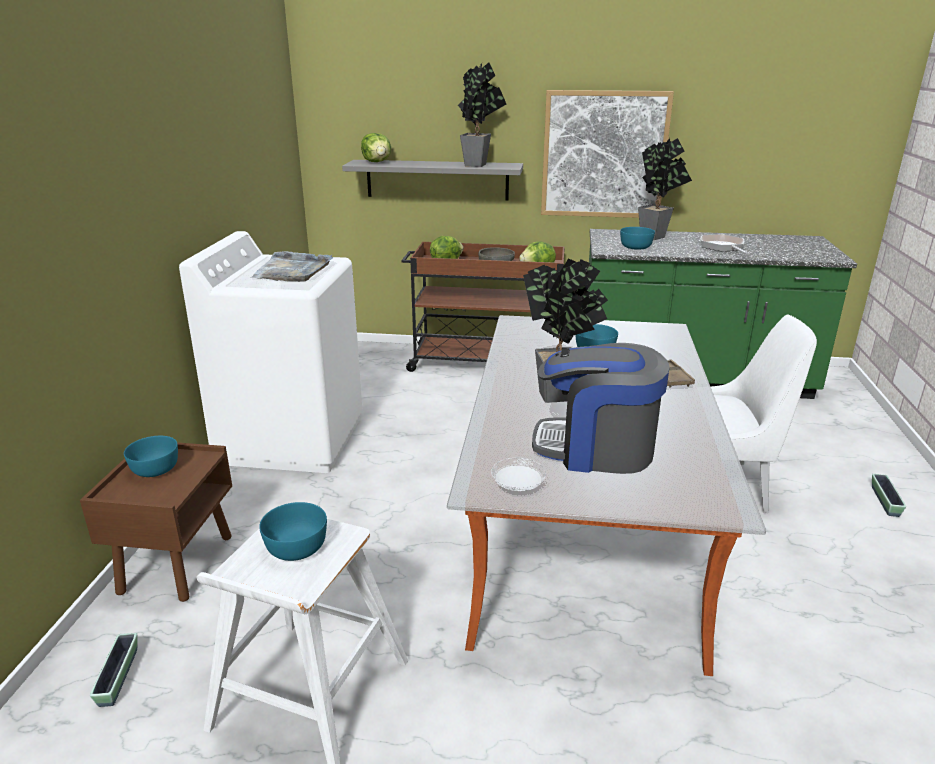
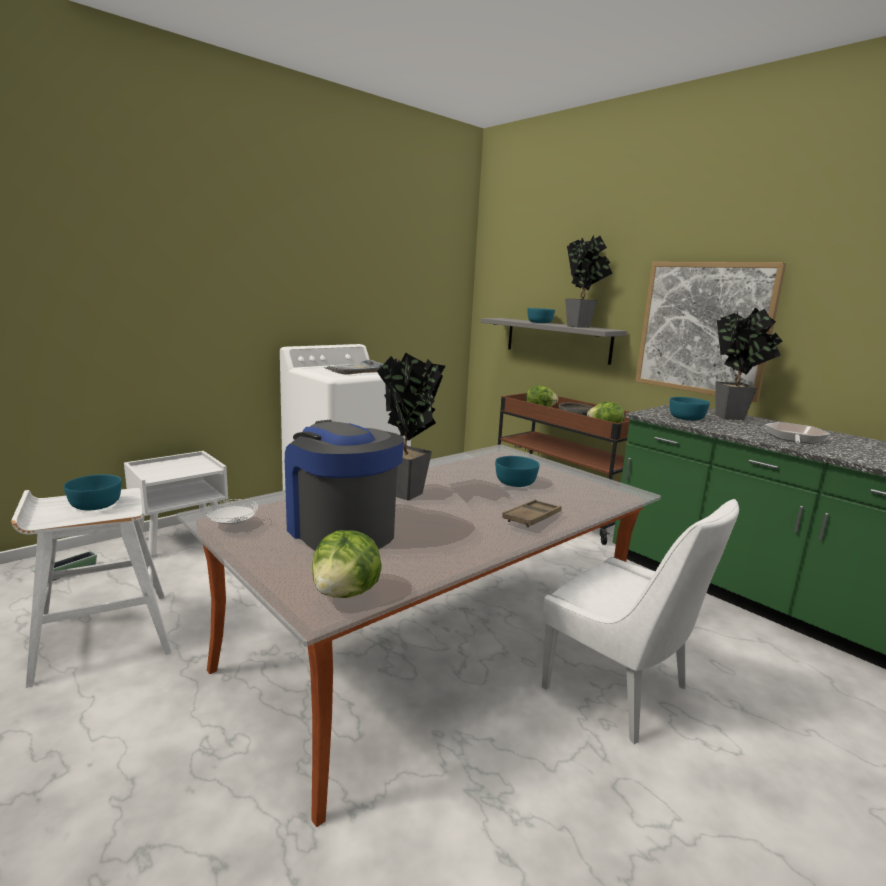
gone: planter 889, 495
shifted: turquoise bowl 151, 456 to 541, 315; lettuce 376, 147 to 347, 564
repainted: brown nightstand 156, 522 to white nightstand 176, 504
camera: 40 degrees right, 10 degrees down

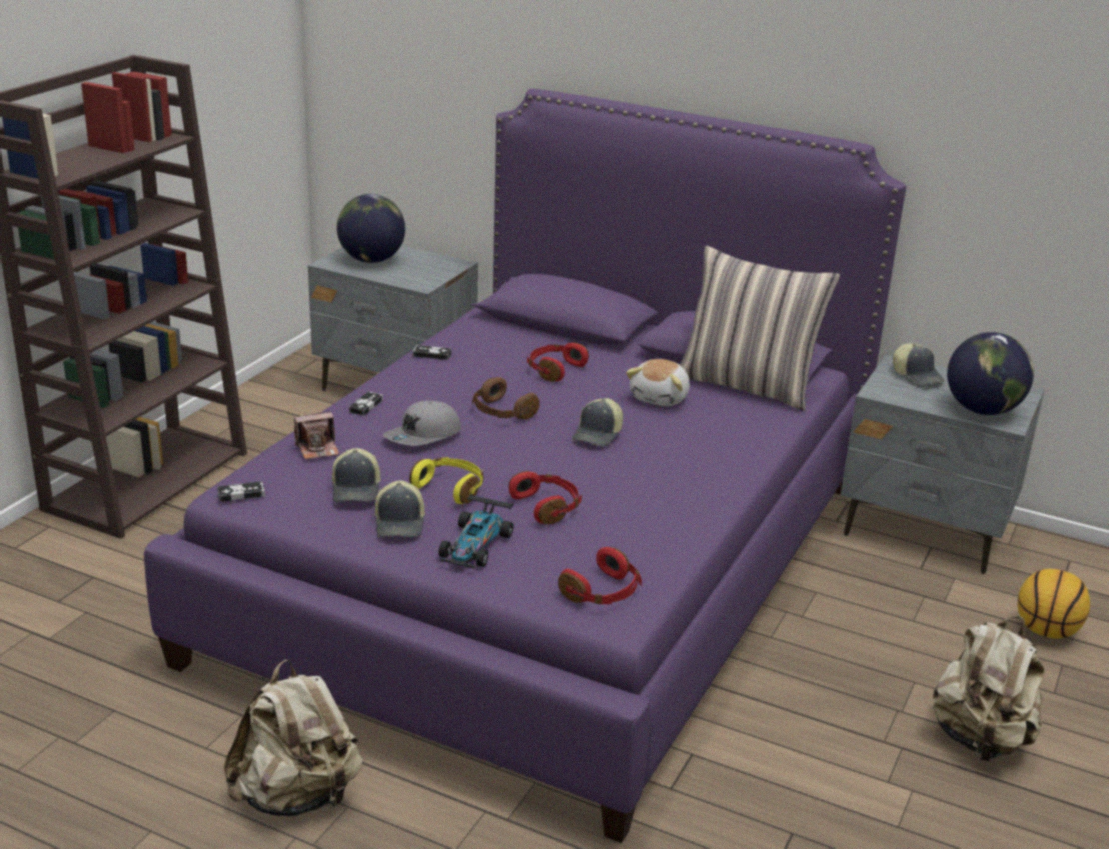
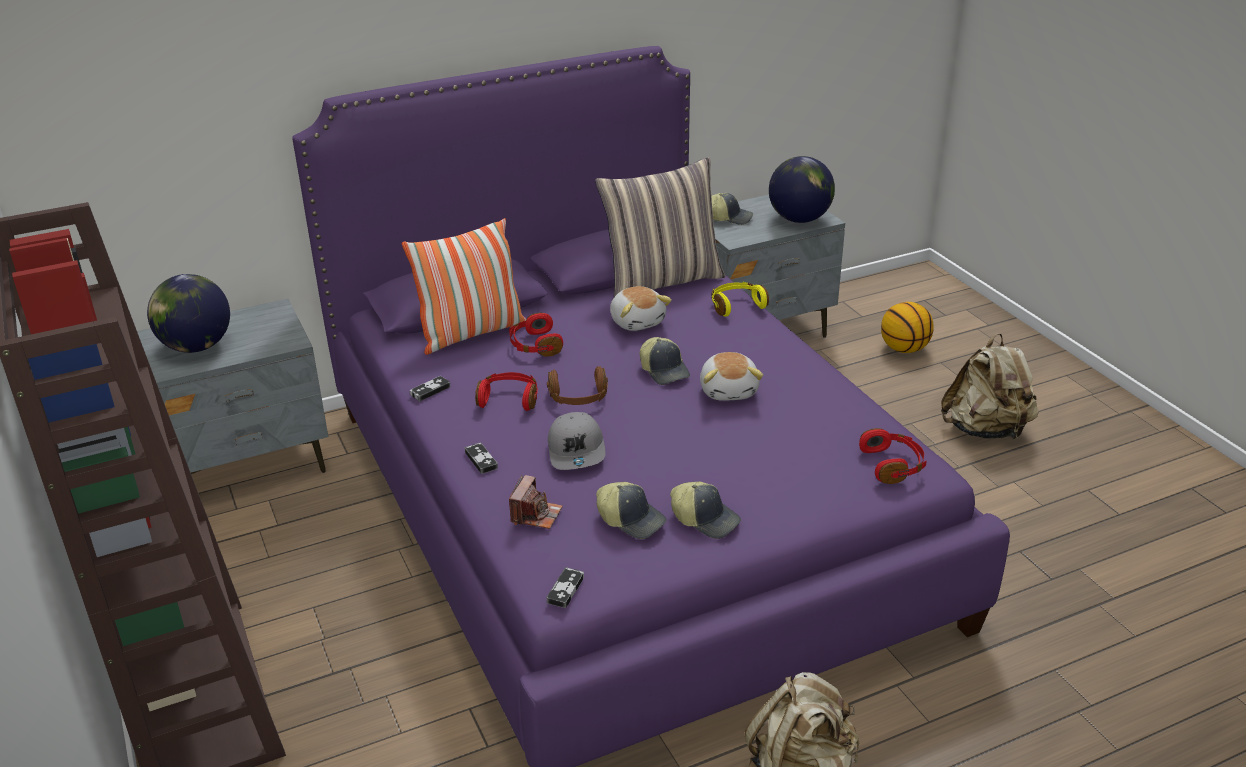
gone: toy car 476, 531
new: pillow 464, 286; plush toy 731, 376
shifted: yellow headphones 446, 480 to 740, 299; red headphones 545, 497 to 506, 391
camera: 50 degrees left, 5 degrees up

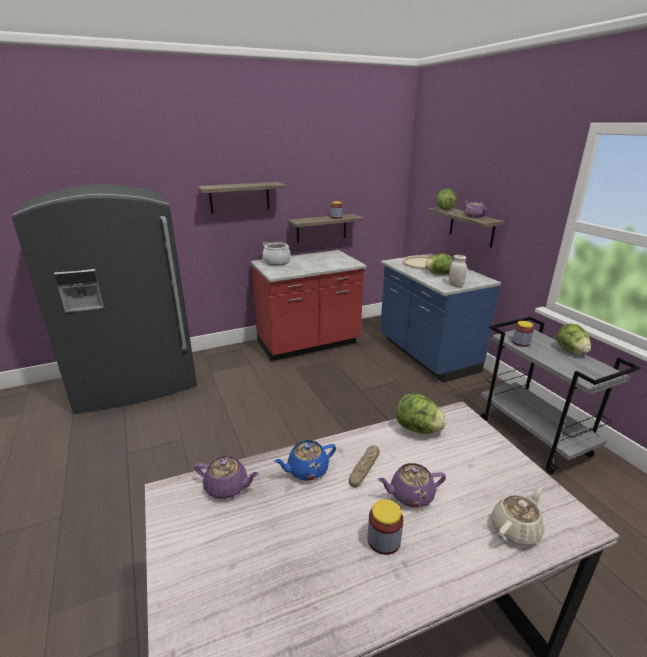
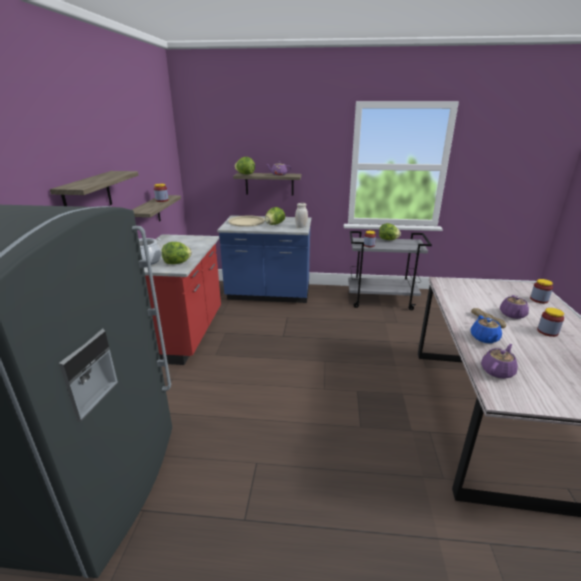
shifted: lettuce 421, 414 to 176, 253
swapped: beige teapot 518, 517 to jar 541, 291
camera: 60 degrees left, 0 degrees up

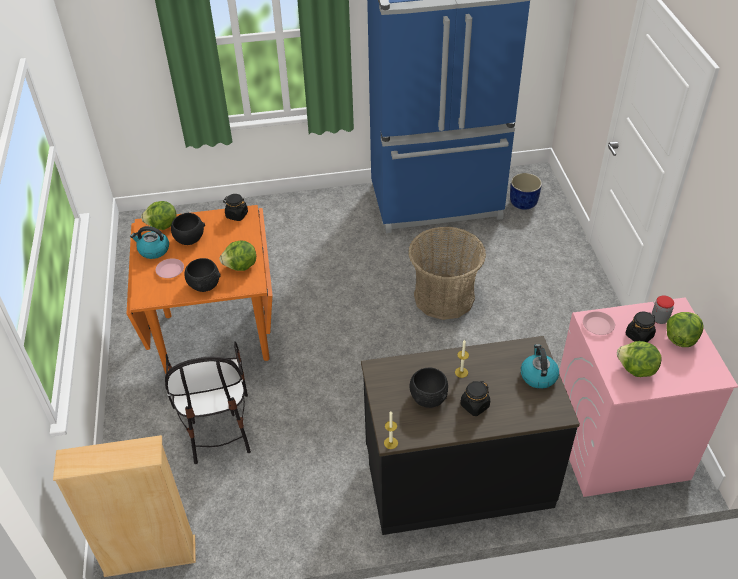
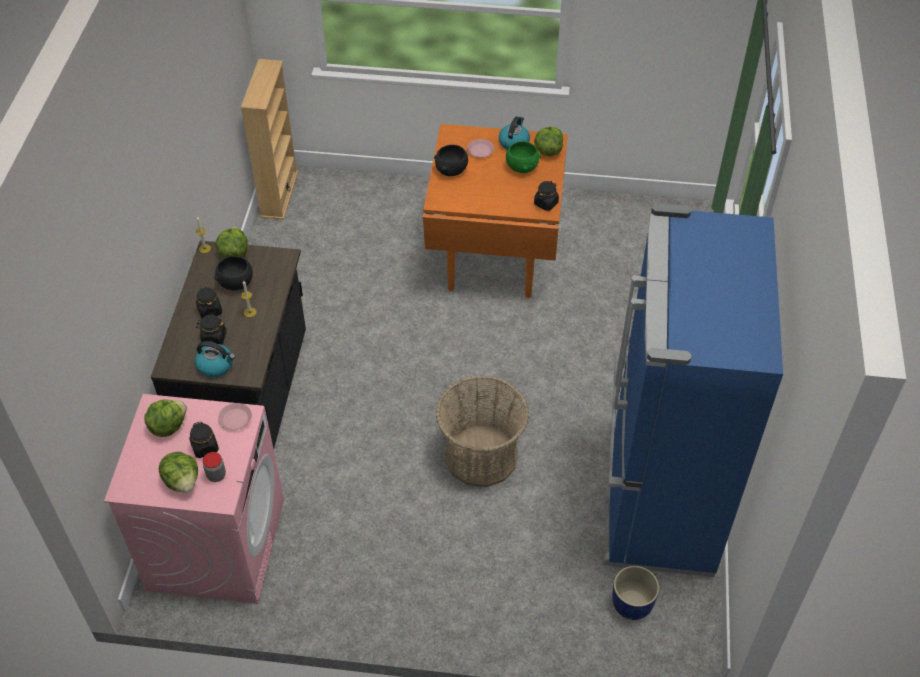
gone: chair 208, 402
new: black jar 211, 330
shifted: lettuce 238, 255 to 231, 242
repainted: black bowl 188, 229 to green bowl 523, 157
camera: 105 degrees right, 5 degrees up

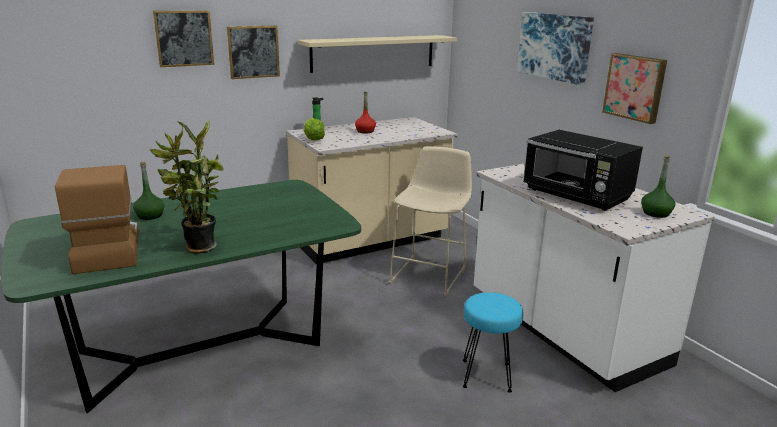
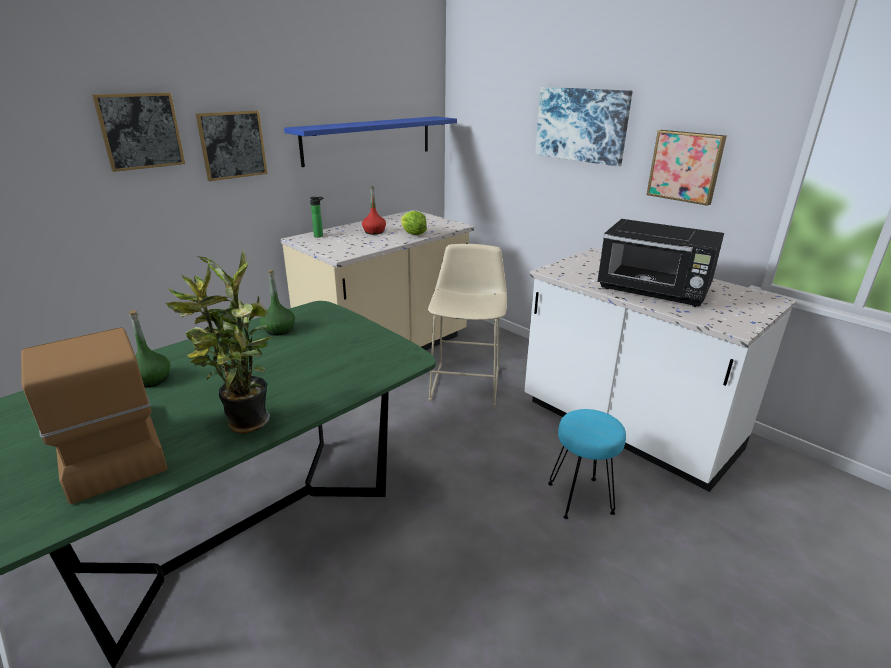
shifted: lettuce 314, 129 to 414, 223; green bottle 658, 187 to 277, 303
repainted: beige shelf 377, 54 to blue shelf 370, 141
camera: 15 degrees left, 5 degrees up

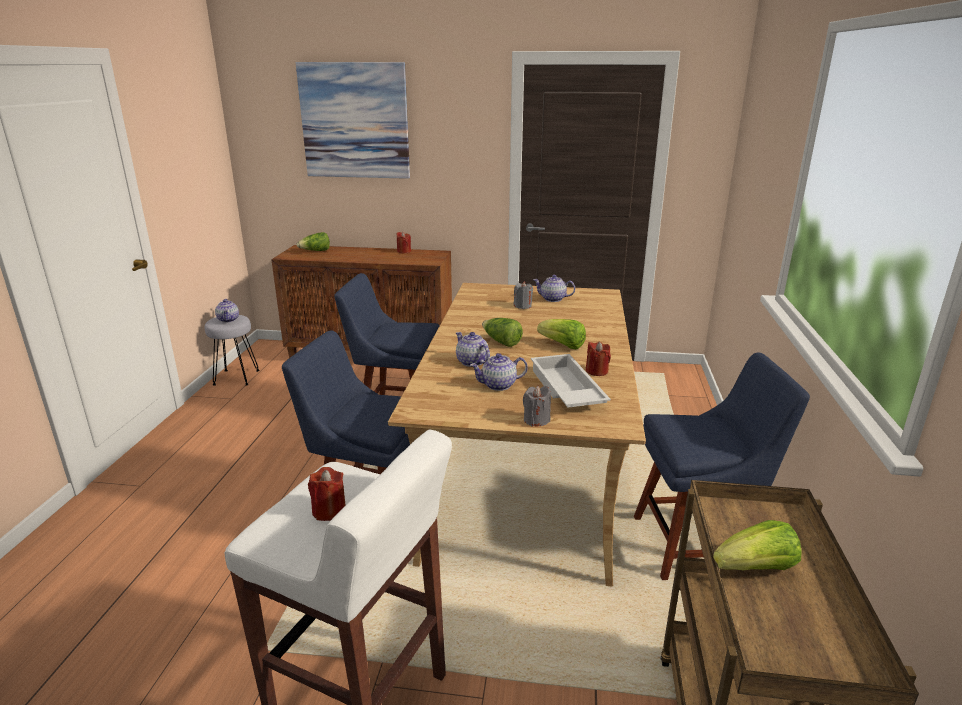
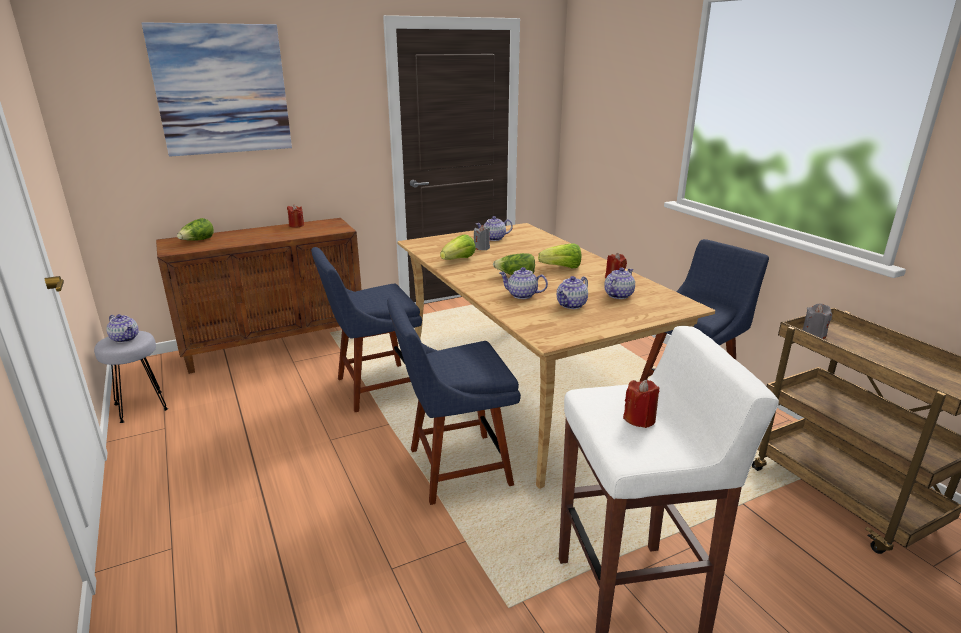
shifted: grey candle 537, 406 to 817, 321; lettuce 757, 545 to 458, 247
swapped: white tray 571, 381 to teapot 619, 283
camera: 35 degrees left, 0 degrees up

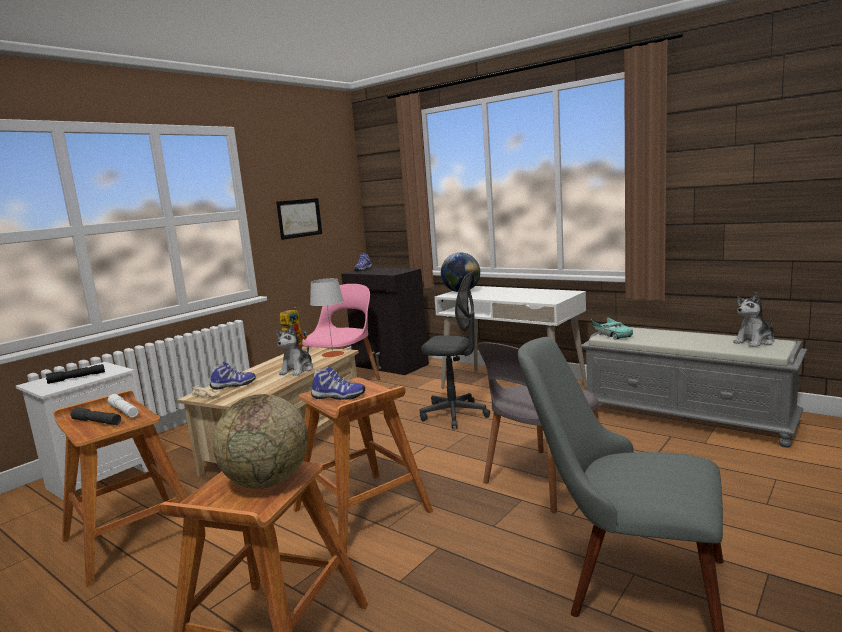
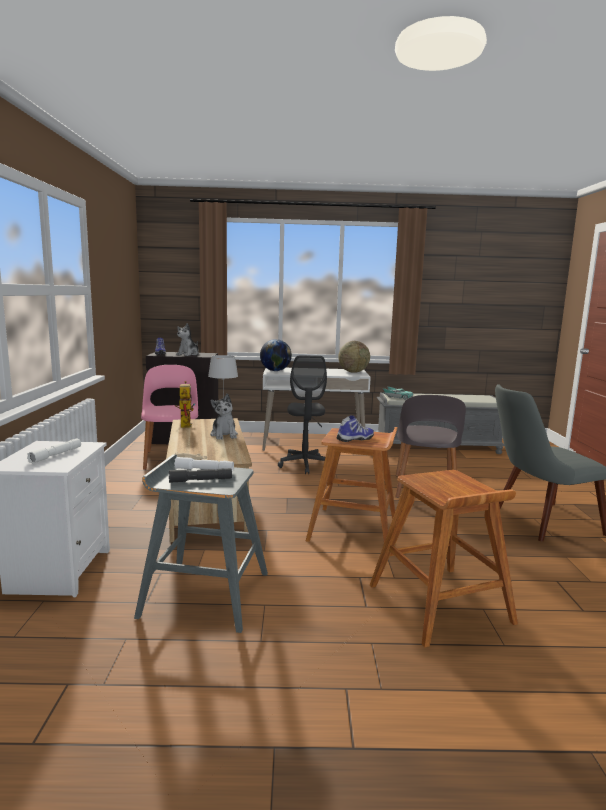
gone: shoe 232, 376; picture 299, 219
shifted: globe 260, 441 to 354, 357; plush toy 754, 319 to 187, 339
repainted: black flashlight 75, 374 to white flashlight 54, 451; brown stool 120, 488 to grey stool 201, 543
rotated: grey office chair 455, 350 = 302, 414 105 degrees clockwise
camera: 40 degrees left, 0 degrees up

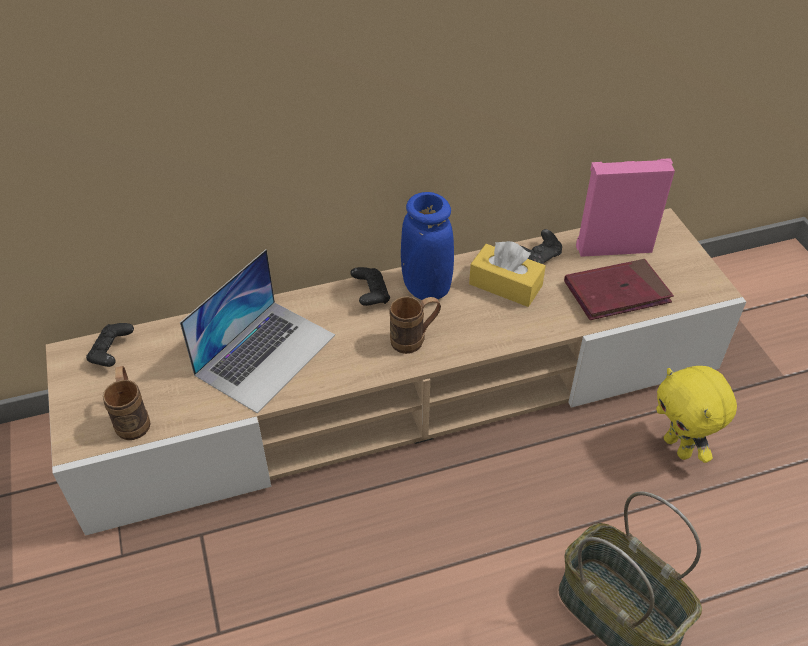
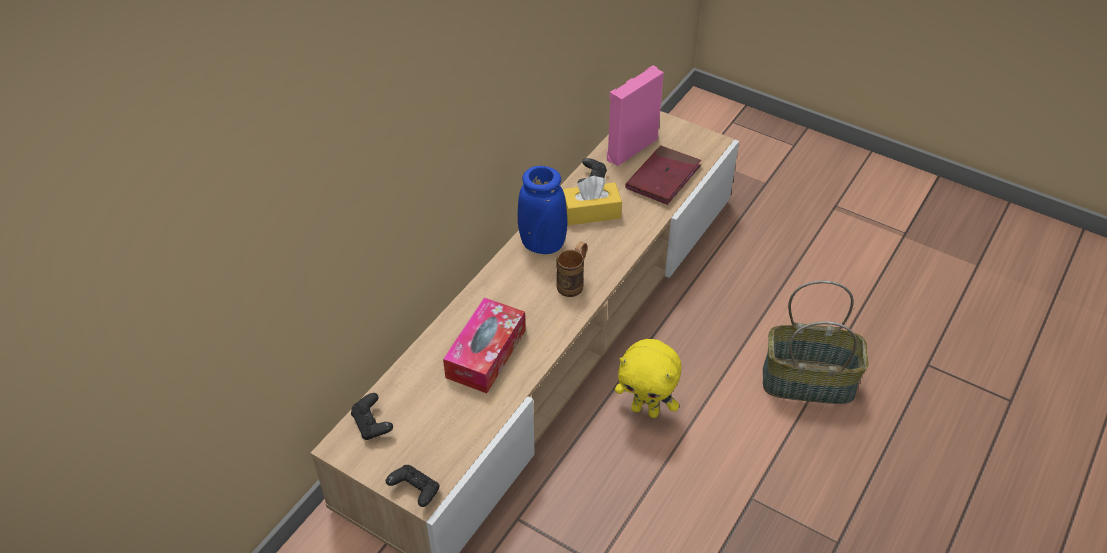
gone: brown mug 127, 403
shifted: black game controller 370, 286 to 412, 486; yellow plush toy 696, 414 to 648, 378
swapped: laptop 257, 331 to tissue box 484, 345
camera: 40 degrees left, 0 degrees up

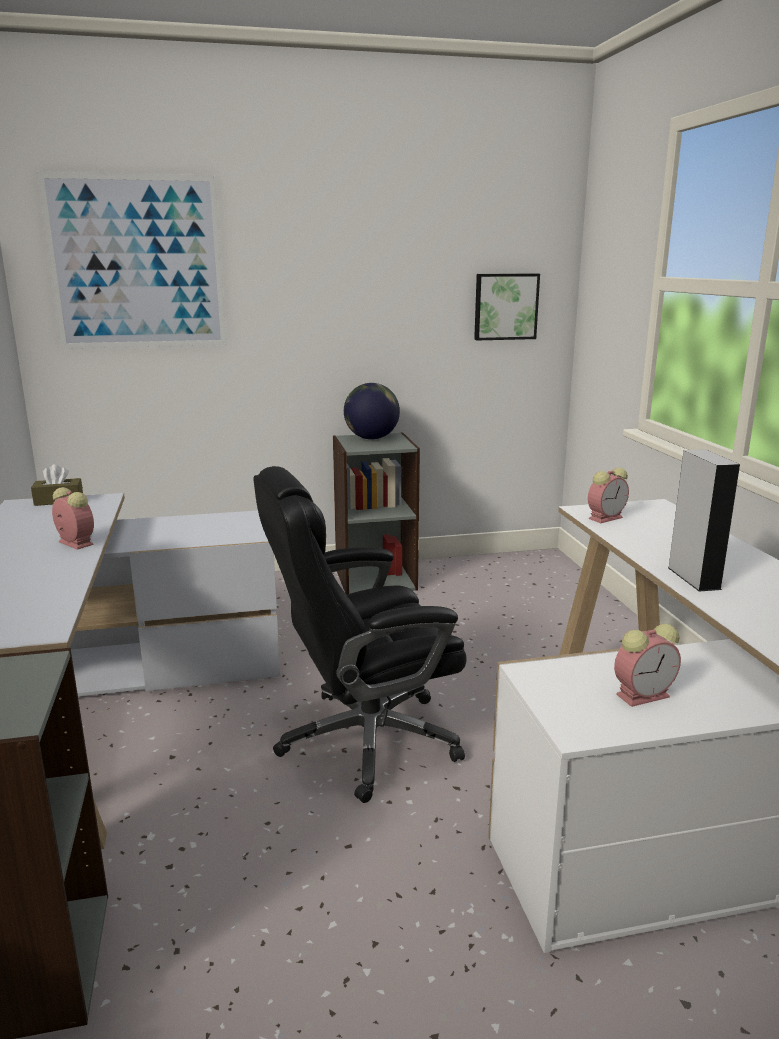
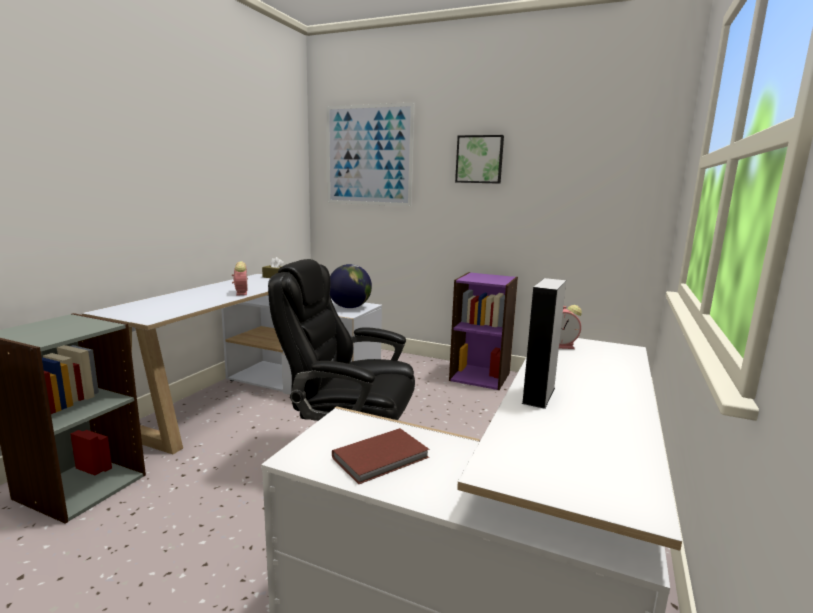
shifted: globe 372, 411 to 351, 286; picture 507, 307 to 479, 159
swapped: alarm clock 647, 665 to brown book 380, 456
repainted: grey bookcase 376, 513 to purple bookcase 483, 331
camera: 35 degrees right, 5 degrees down

